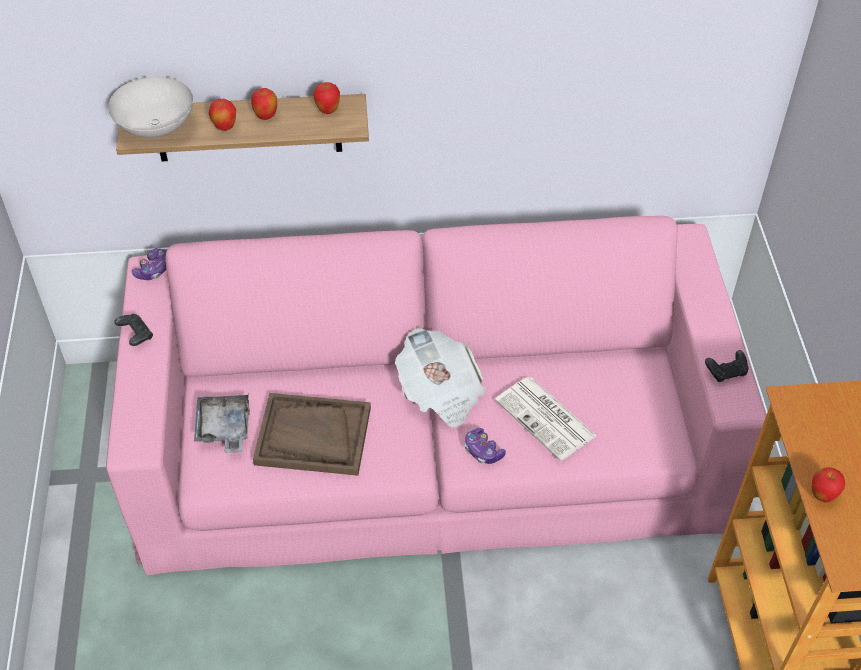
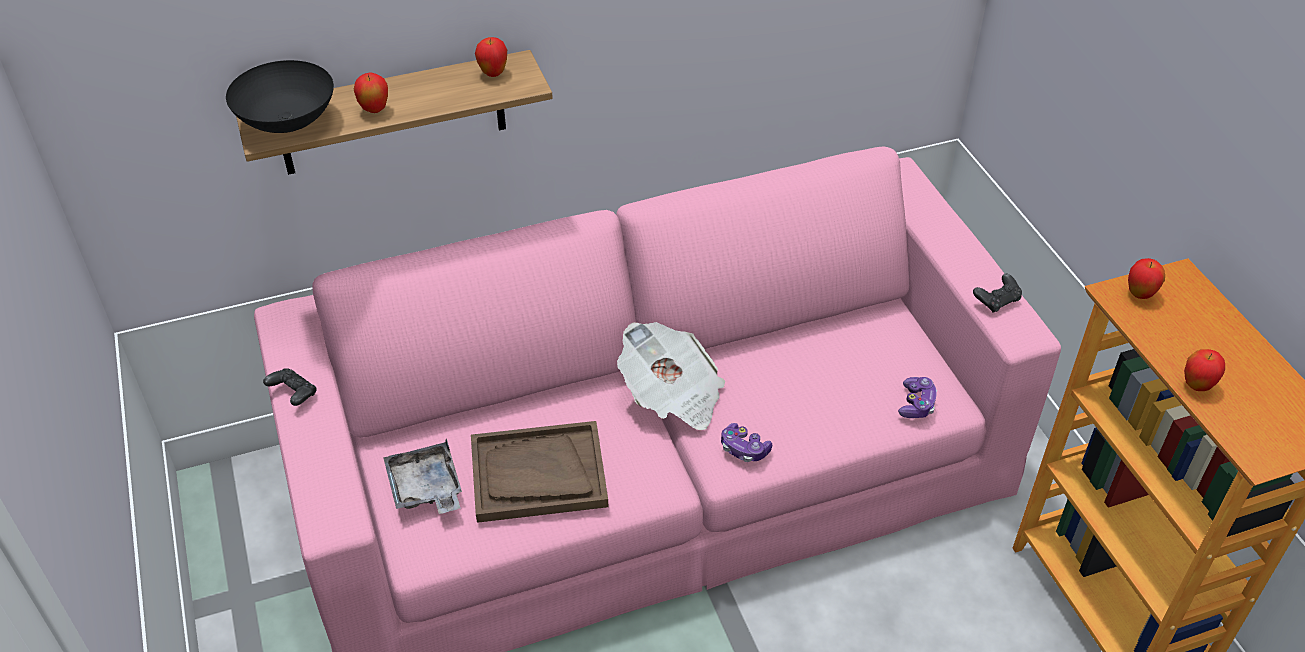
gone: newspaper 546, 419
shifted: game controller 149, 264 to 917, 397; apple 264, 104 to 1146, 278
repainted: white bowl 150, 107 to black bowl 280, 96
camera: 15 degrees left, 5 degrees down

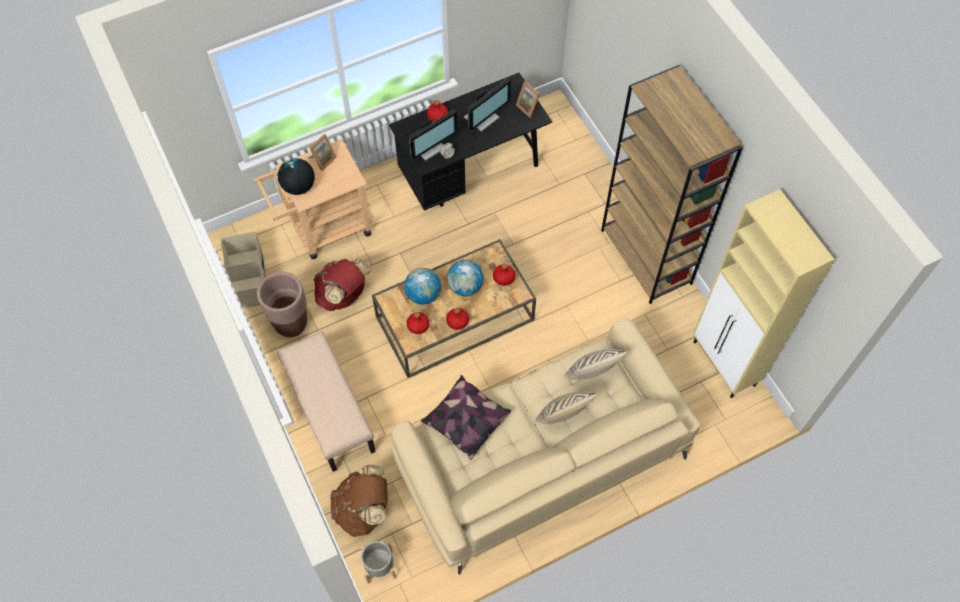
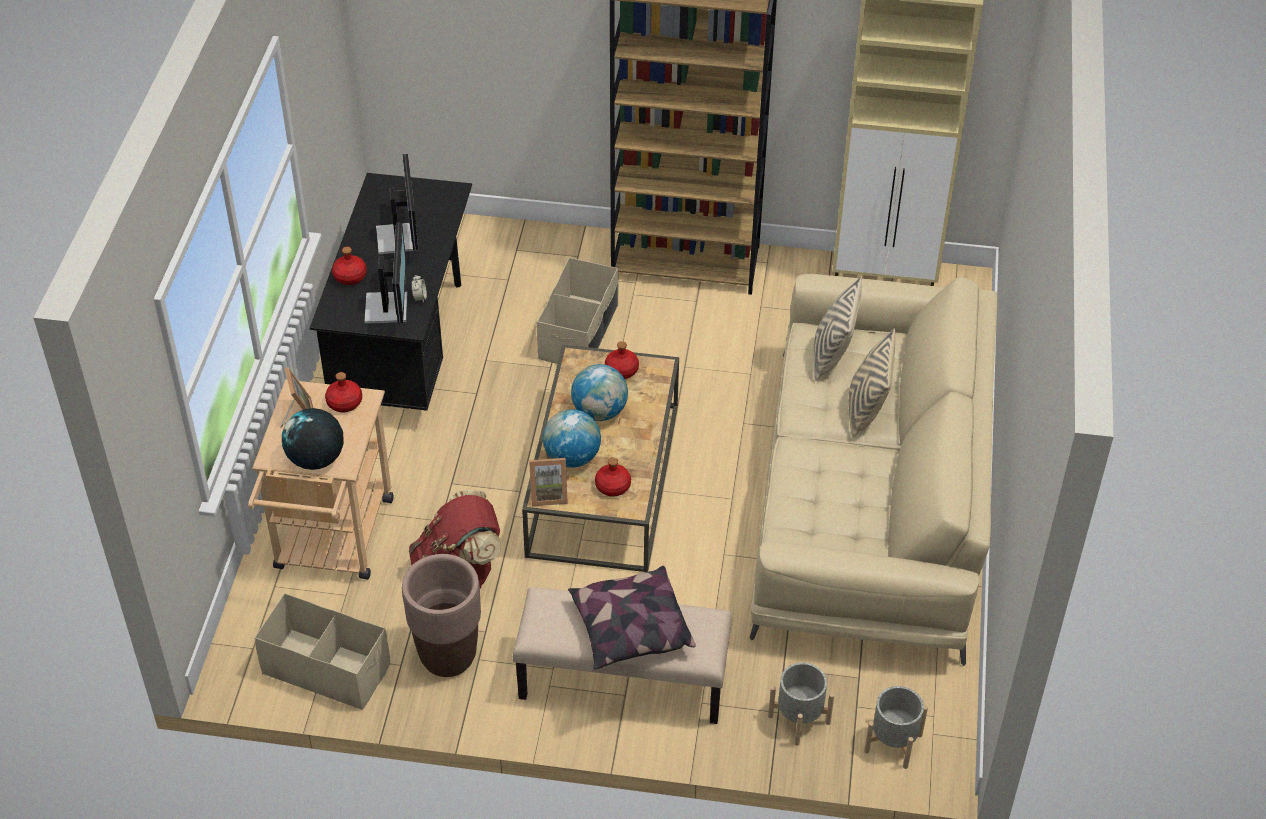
new: beige storage box 578, 310
shifted: pillow 466, 417 to 632, 618; red bottle 457, 319 to 343, 392; picture frame 528, 99 to 548, 482
swapped: brown backpack 359, 501 to grey planter 801, 704
camera: 55 degrees left, 15 degrees down

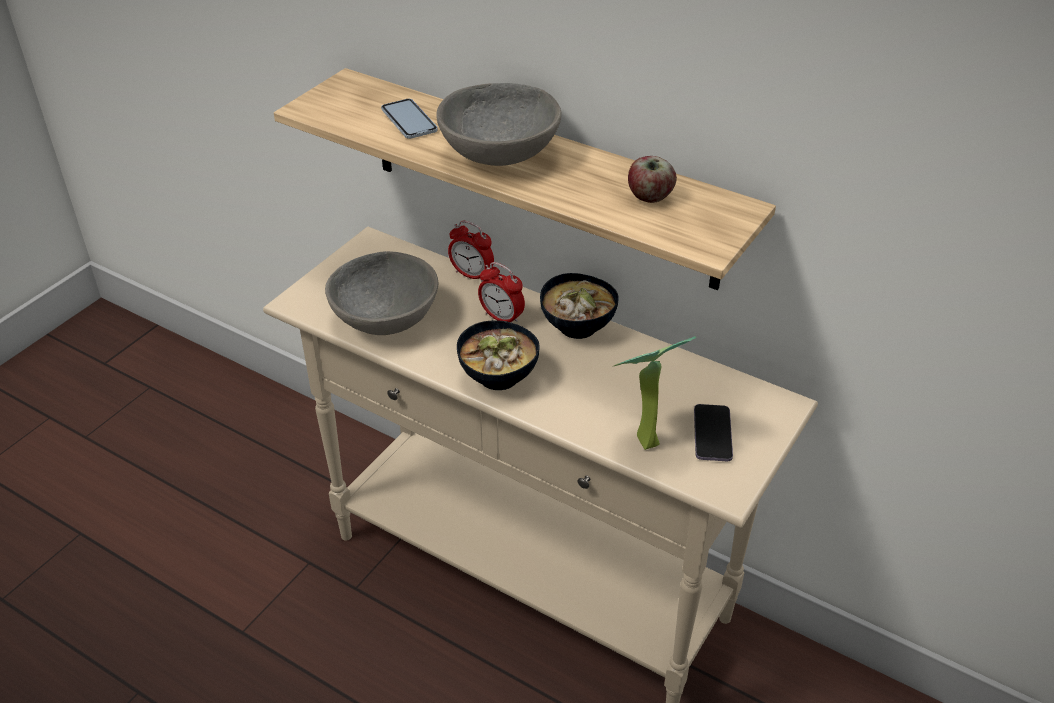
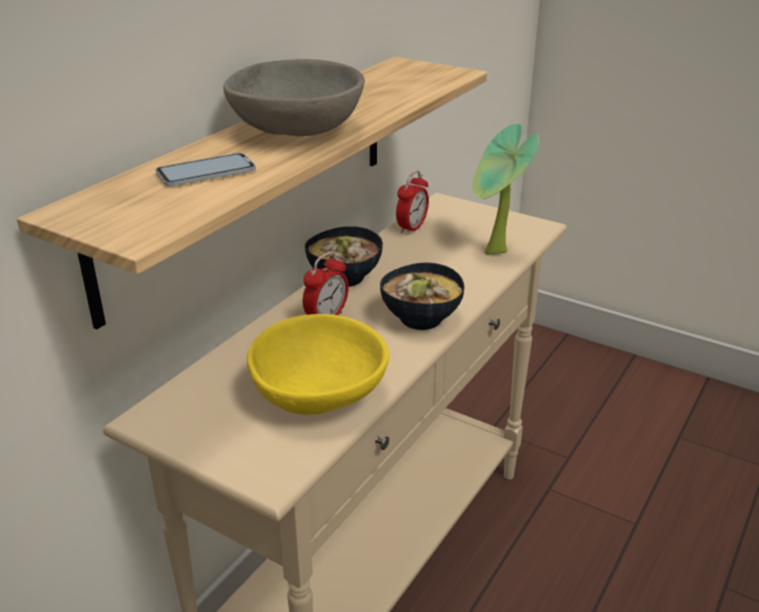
gone: apple 652, 179; phone 713, 432
shifted: alarm clock 471, 251 to 412, 203
repainted: grey bowl 382, 293 to yellow bowl 318, 364
camera: 90 degrees left, 10 degrees down

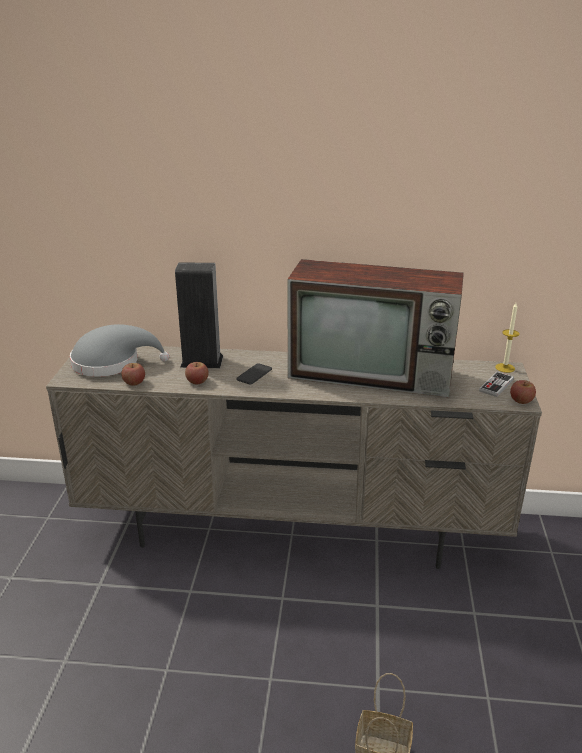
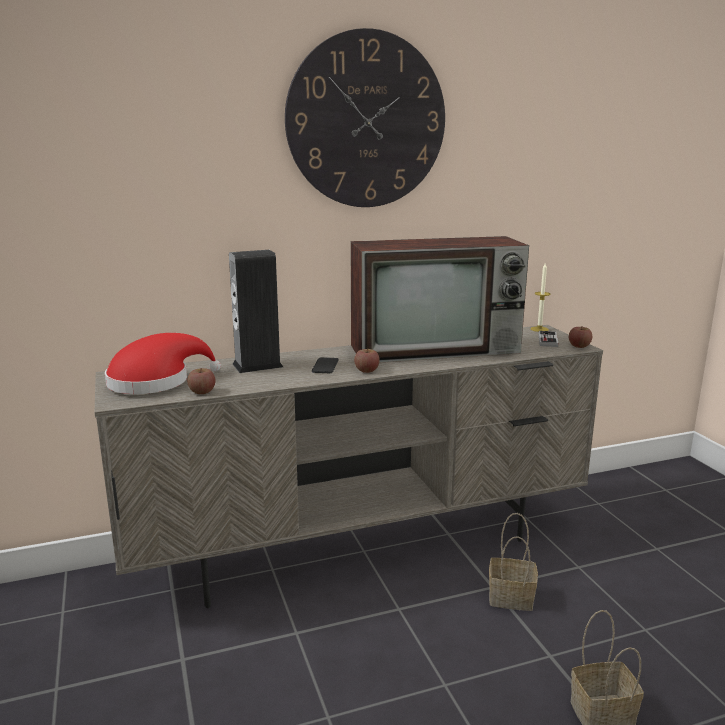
new: wall clock 365, 117; basket 513, 562
shifted: apple 197, 373 to 367, 360
repainted: grey hat 119, 350 to red hat 163, 363
camera: 25 degrees left, 10 degrees down

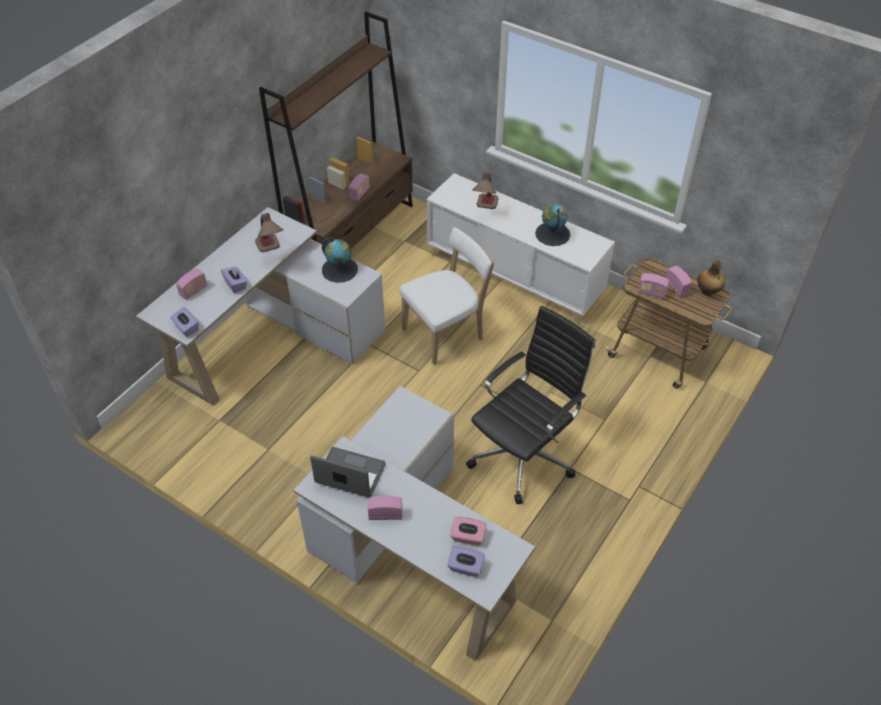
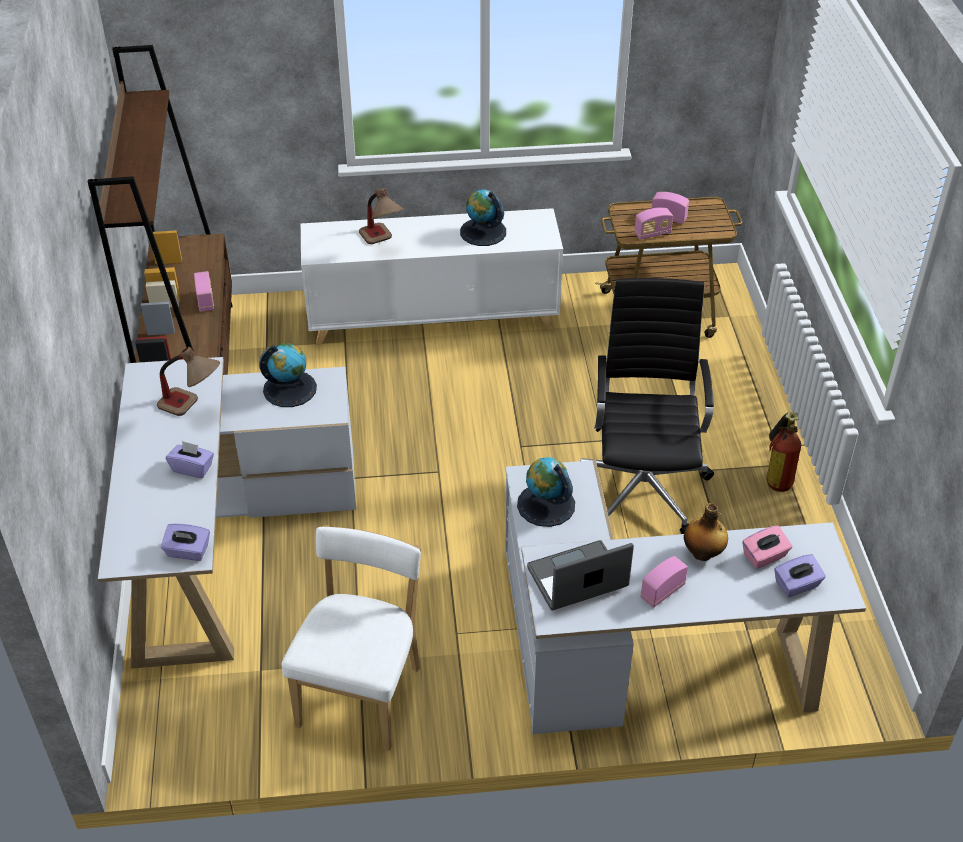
gone: radio 191, 284
new: globe 546, 492; fire extinguisher 784, 452
shifted: white chair 446, 296 to 351, 638; bottle 711, 278 to 706, 532
camera: 40 degrees left, 5 degrees down

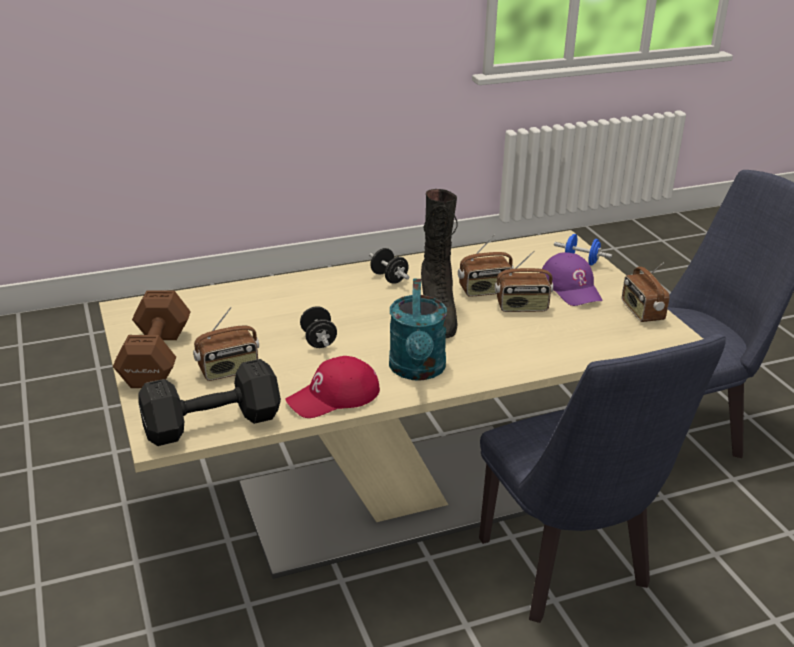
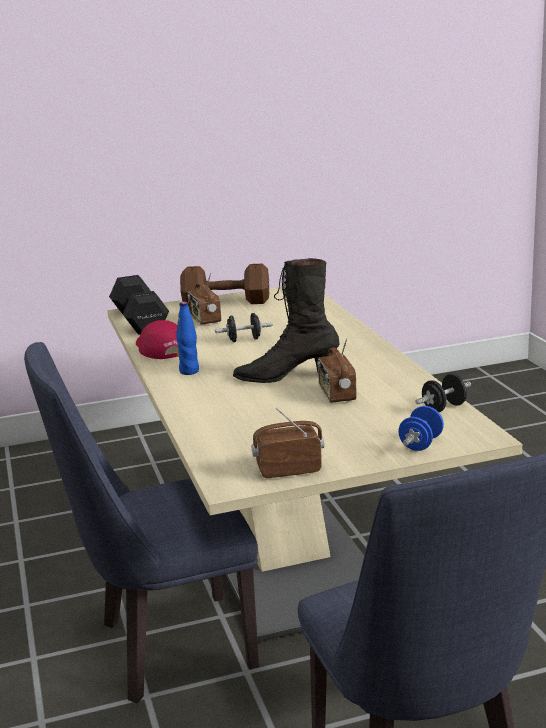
gone: radio 524, 281; purple cap 571, 279
shifted: black dumbbell 389, 266 to 443, 393
swapped: turquoise watering can 418, 330 to blue bottle 187, 338
camera: 95 degrees right, 10 degrees down

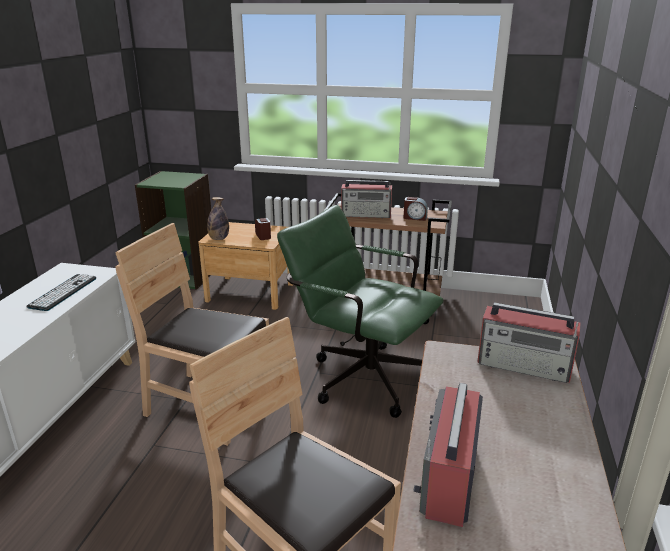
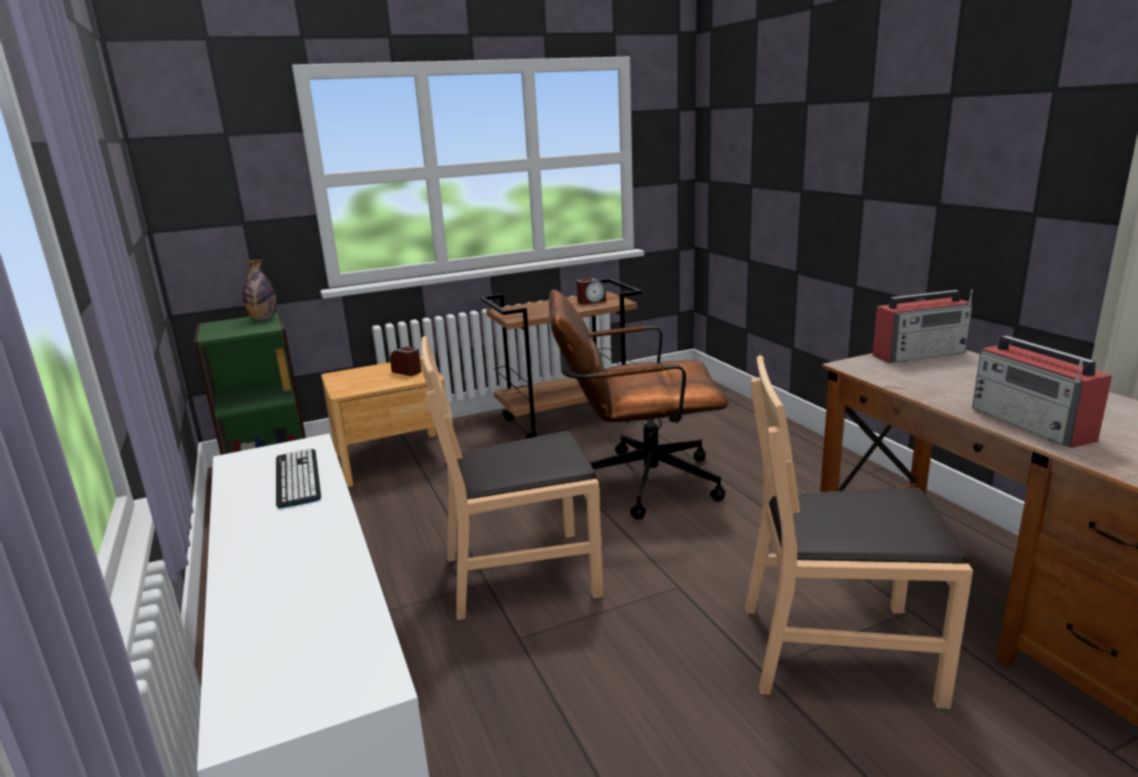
gone: radio 366, 199
shifted: bottle 218, 218 to 260, 289
repainted: green office chair 360, 311 to brown office chair 638, 405
camera: 35 degrees left, 5 degrees down

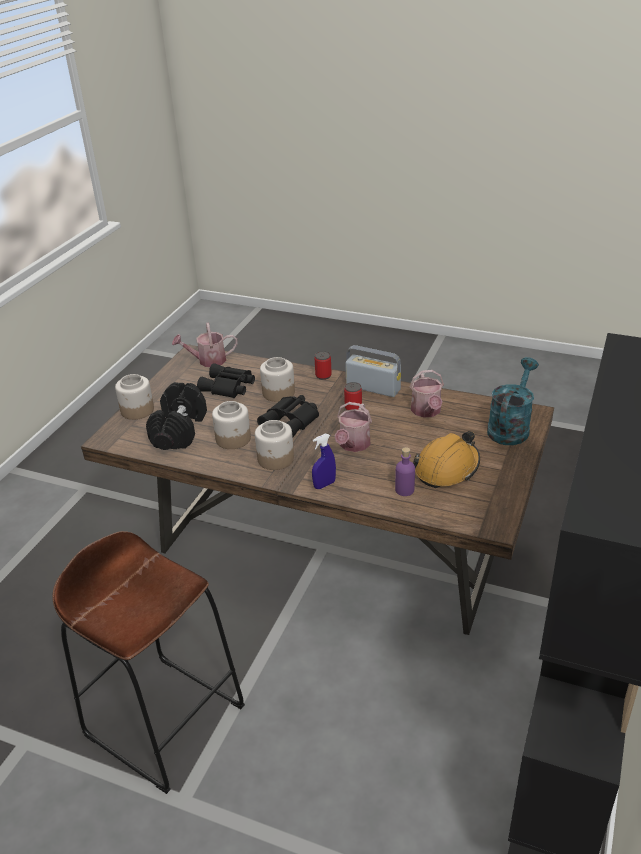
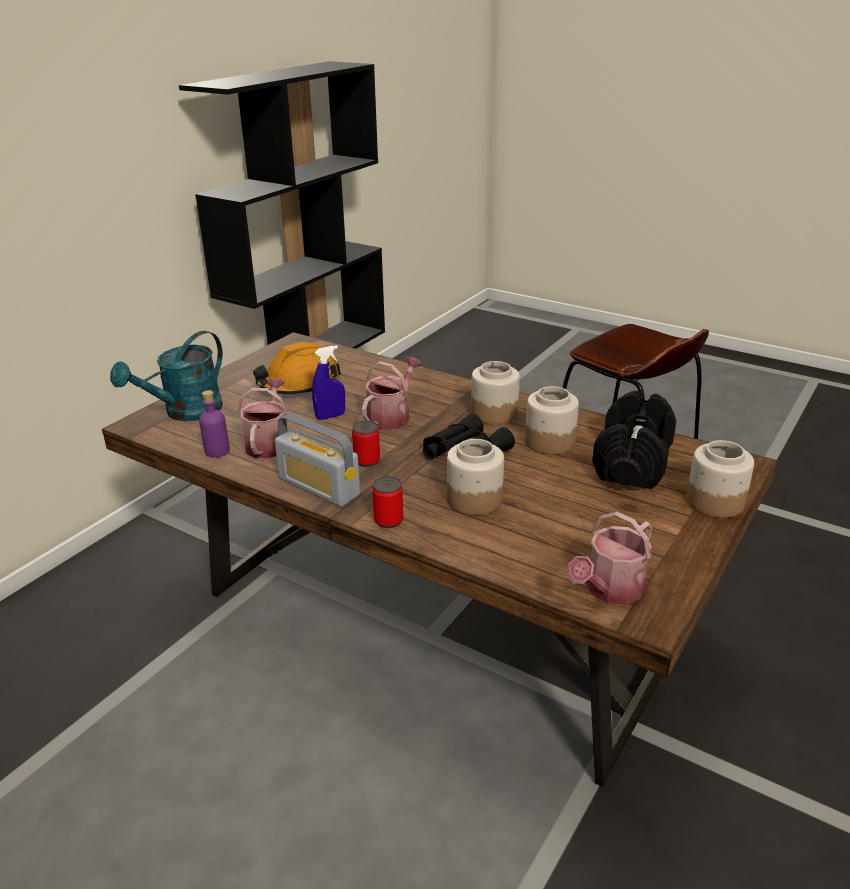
gone: black binoculars 226, 380
shifted: blue spray bottle 324, 461 to 328, 382; purple bottle 405, 471 to 214, 424
rotated: watering can 205, 345 = 609, 558 135 degrees clockwise
camera: 170 degrees left, 5 degrees down

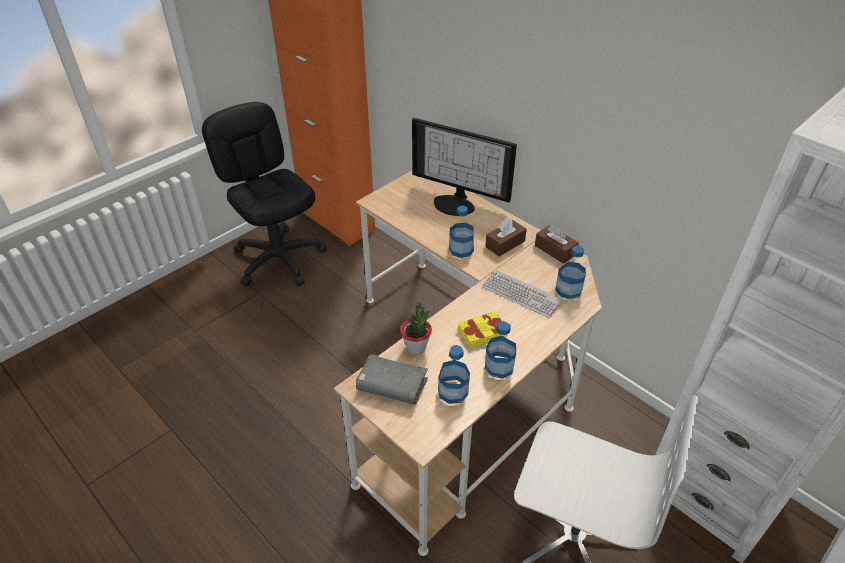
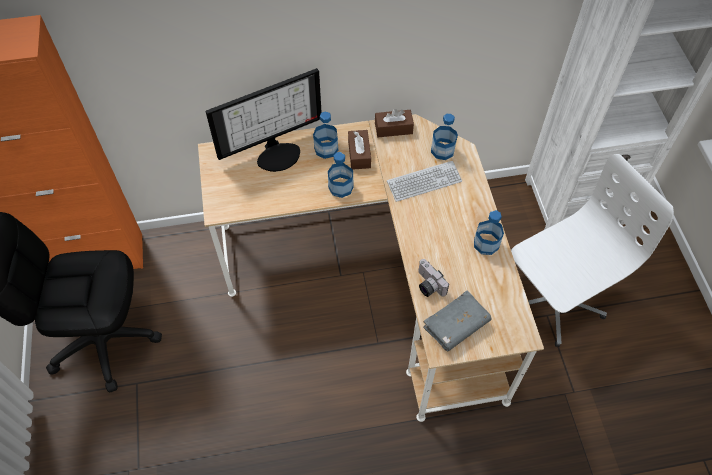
gone: yellow book 483, 330
shifted: bottle 454, 374 to 325, 135
swapped: potted plant 416, 328 to photo camera 433, 278
camera: 55 degrees left, 15 degrees up

